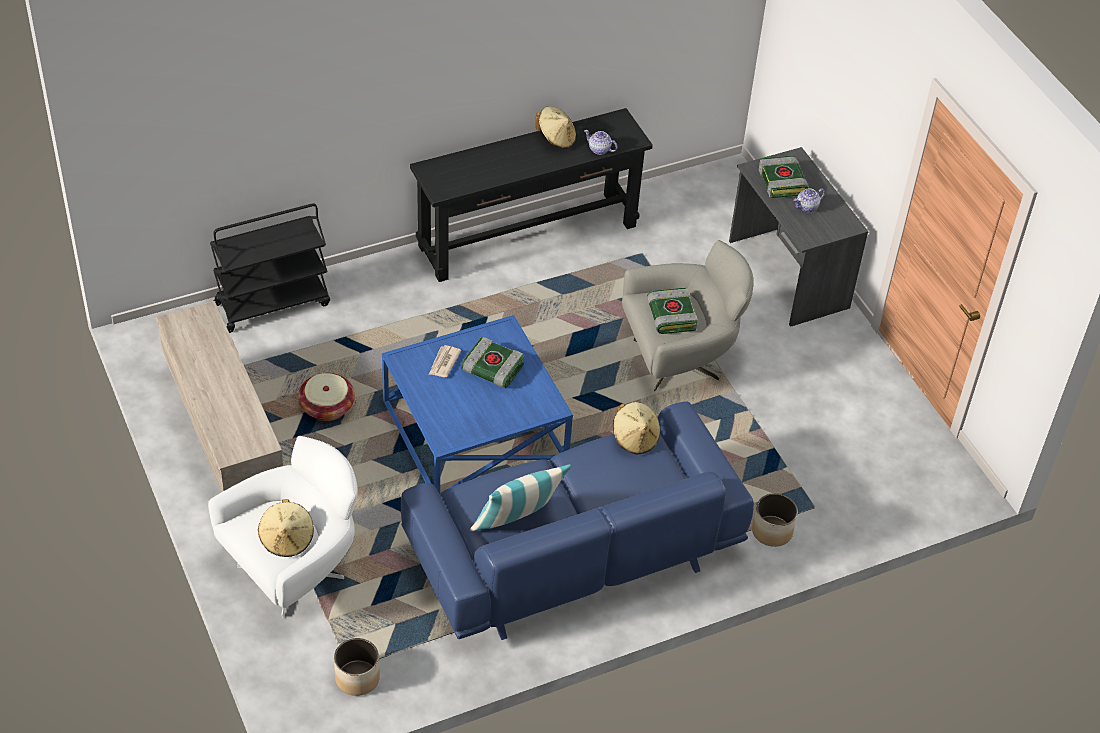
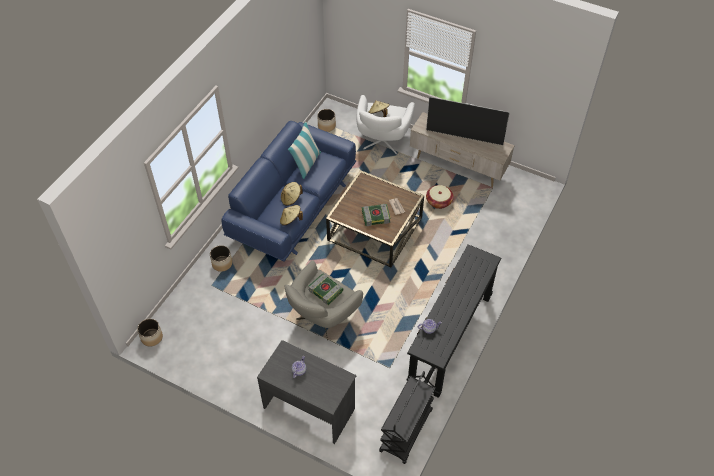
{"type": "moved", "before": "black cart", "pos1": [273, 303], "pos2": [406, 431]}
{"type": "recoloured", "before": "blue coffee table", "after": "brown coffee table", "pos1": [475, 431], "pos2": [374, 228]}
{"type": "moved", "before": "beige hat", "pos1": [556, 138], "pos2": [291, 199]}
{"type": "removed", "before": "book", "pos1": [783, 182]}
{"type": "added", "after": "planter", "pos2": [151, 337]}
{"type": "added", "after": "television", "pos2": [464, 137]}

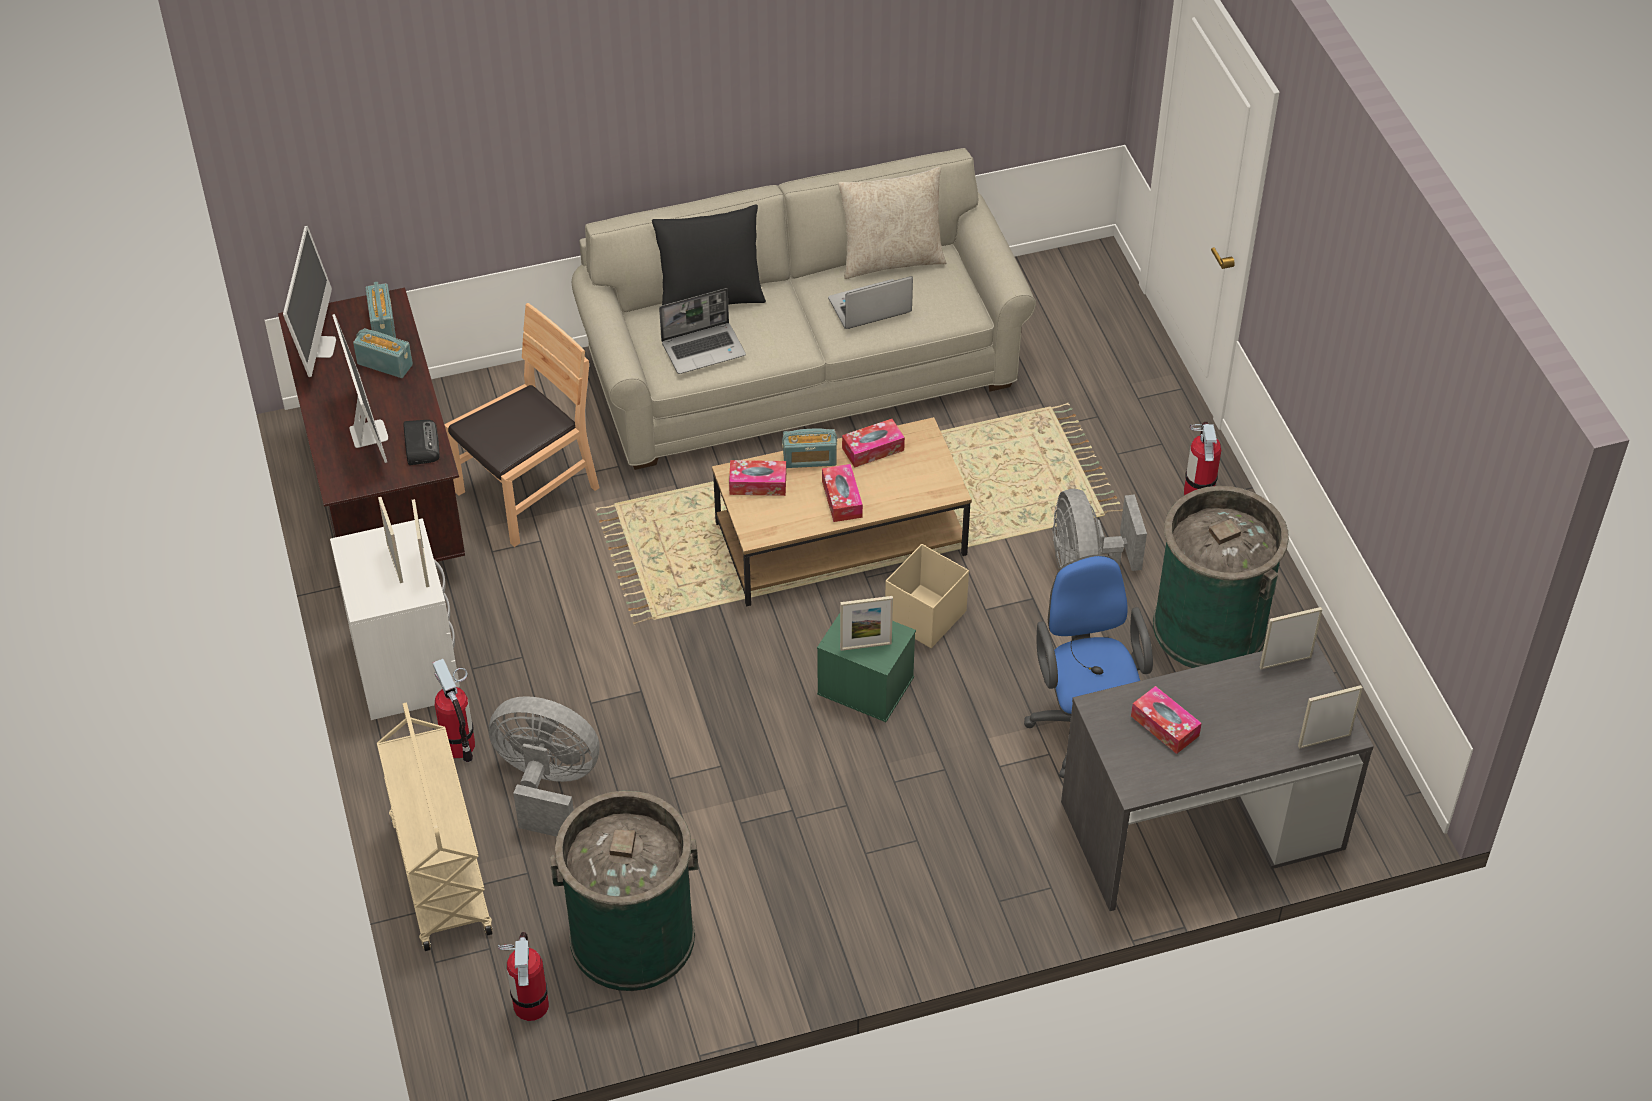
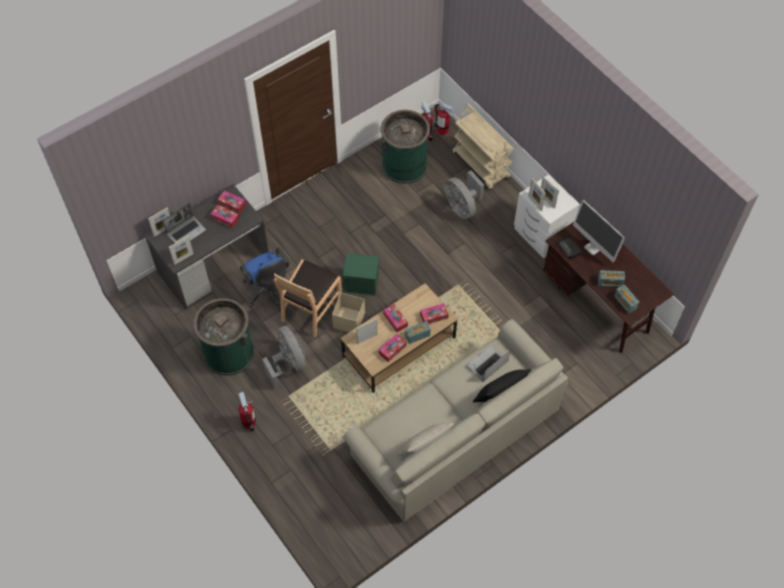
{"type": "removed", "before": "monitor", "pos1": [317, 346]}
{"type": "moved", "before": "fire extinguisher", "pos1": [459, 745], "pos2": [442, 130]}
{"type": "moved", "before": "brown chair", "pos1": [528, 492], "pos2": [311, 310]}
{"type": "turned", "before": "grey fan", "pos1": [547, 786], "pos2": [462, 207], "turn": 60}
{"type": "moved", "before": "laptop", "pos1": [869, 307], "pos2": [186, 231]}
{"type": "moved", "before": "picture frame", "pos1": [865, 646], "pos2": [367, 339]}
{"type": "added", "after": "tissue box", "pos2": [232, 204]}

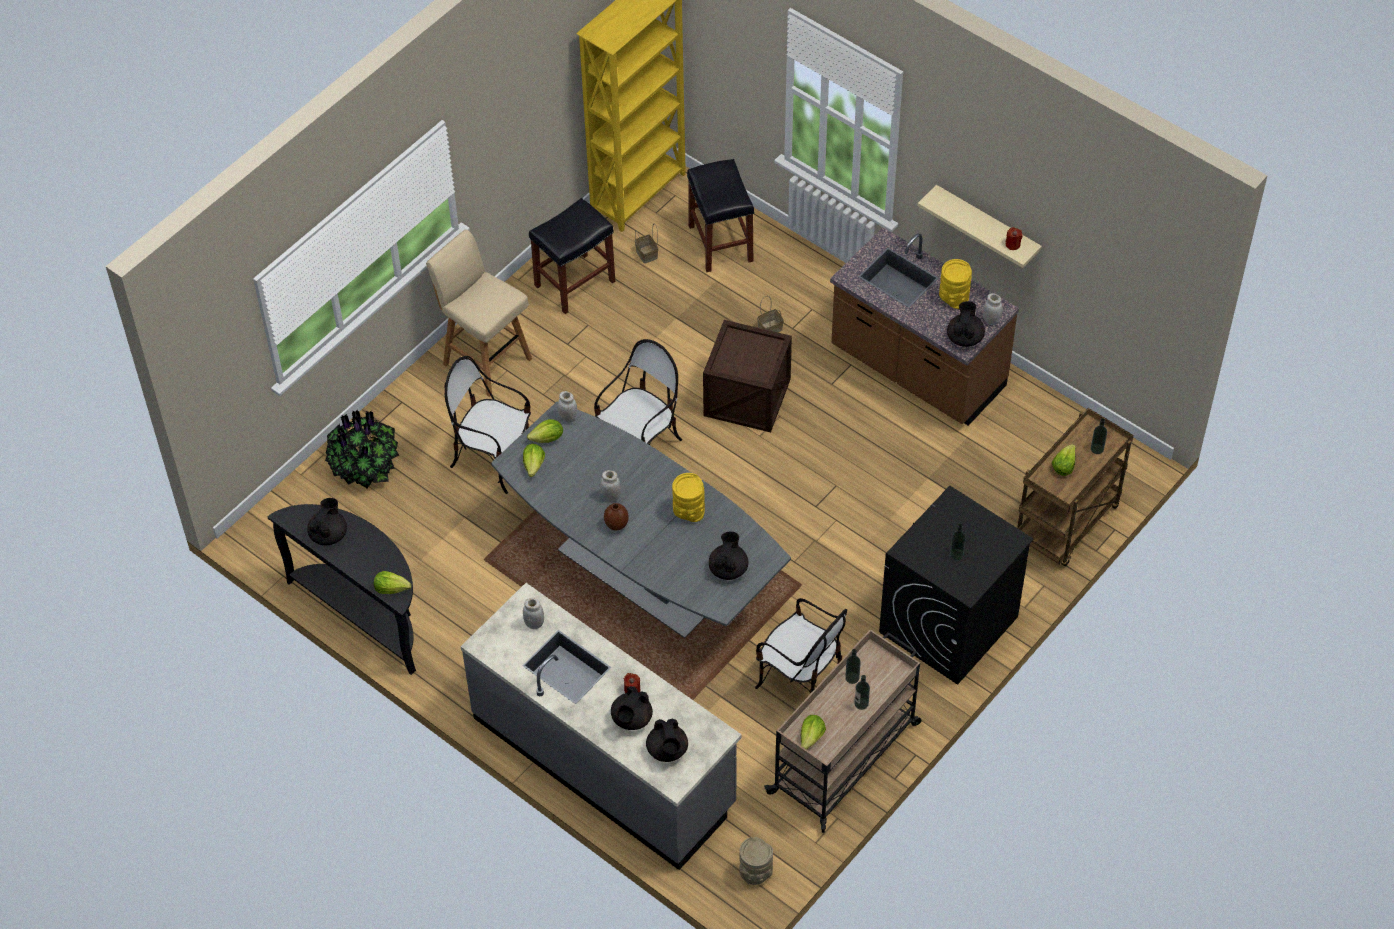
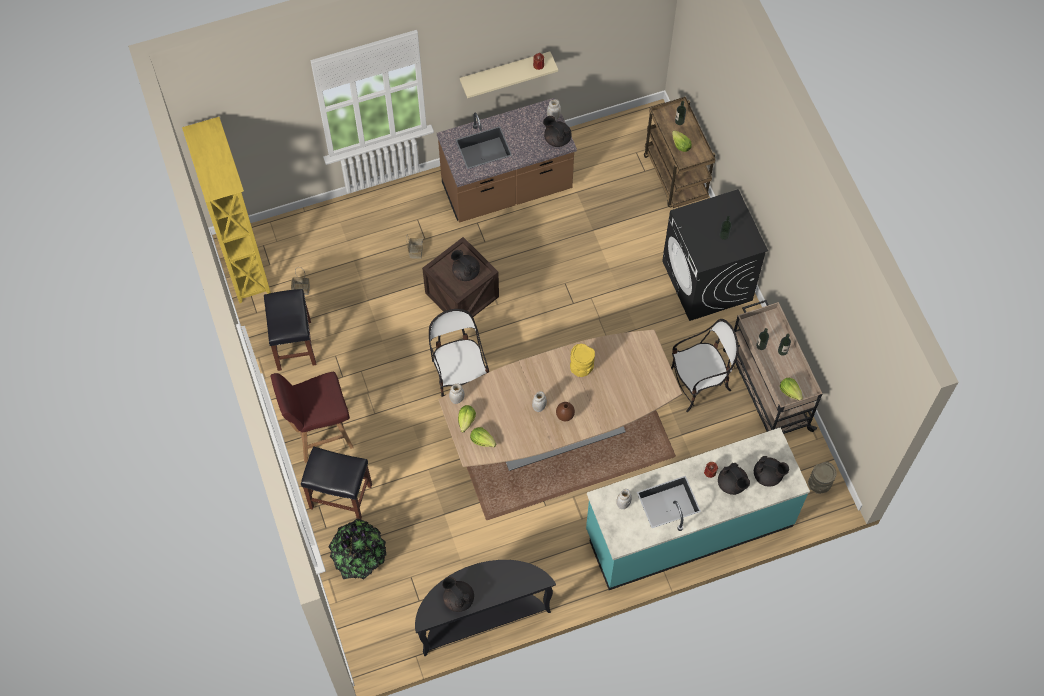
{"type": "removed", "before": "lettuce", "pos1": [391, 588]}
{"type": "recoloured", "before": "beige stool", "after": "red stool", "pos1": [486, 360], "pos2": [320, 434]}
{"type": "removed", "before": "chair", "pos1": [493, 460]}
{"type": "recoloured", "before": "grey counter", "after": "turquoise counter", "pos1": [604, 761], "pos2": [688, 527]}
{"type": "recoloured", "before": "grey dining table", "after": "brown dining table", "pos1": [641, 572], "pos2": [558, 430]}
{"type": "moved", "before": "black stool", "pos1": [720, 243], "pos2": [340, 496]}
{"type": "moved", "before": "black teapot", "pos1": [728, 568], "pos2": [465, 272]}
{"type": "removed", "before": "yellow vase", "pos1": [953, 298]}

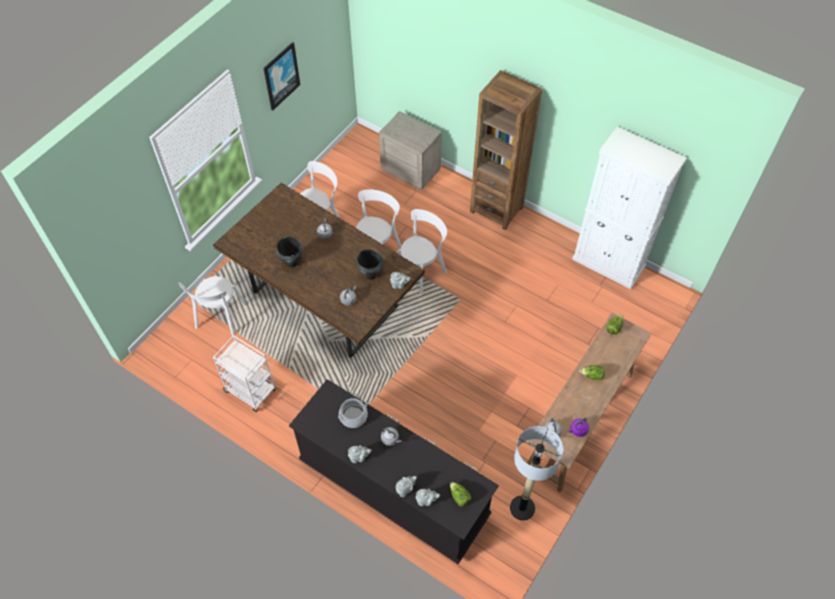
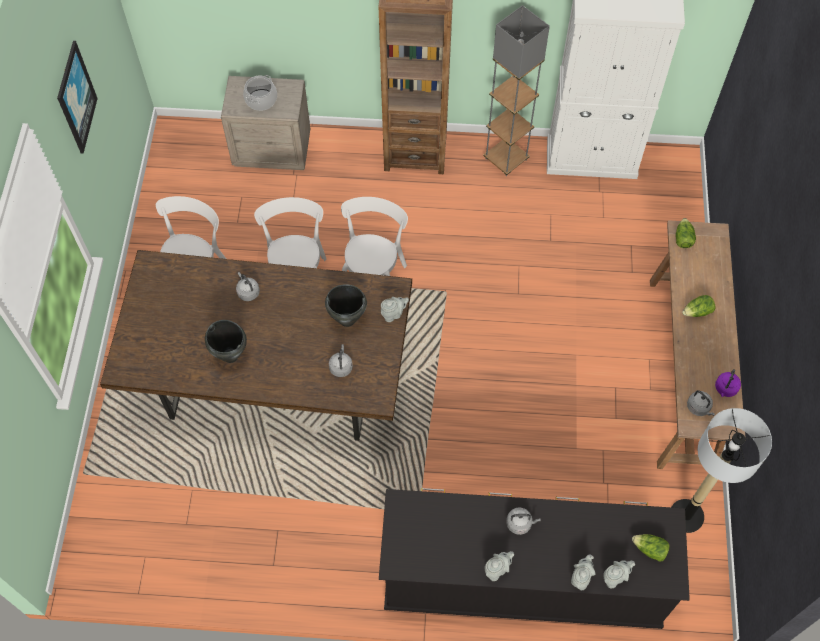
{"type": "removed", "before": "white chair", "pos1": [220, 318]}
{"type": "removed", "before": "white cart", "pos1": [251, 391]}
{"type": "moved", "before": "cooking pot", "pos1": [353, 417], "pos2": [261, 100]}
{"type": "added", "after": "grey floor lamp", "pos2": [506, 159]}

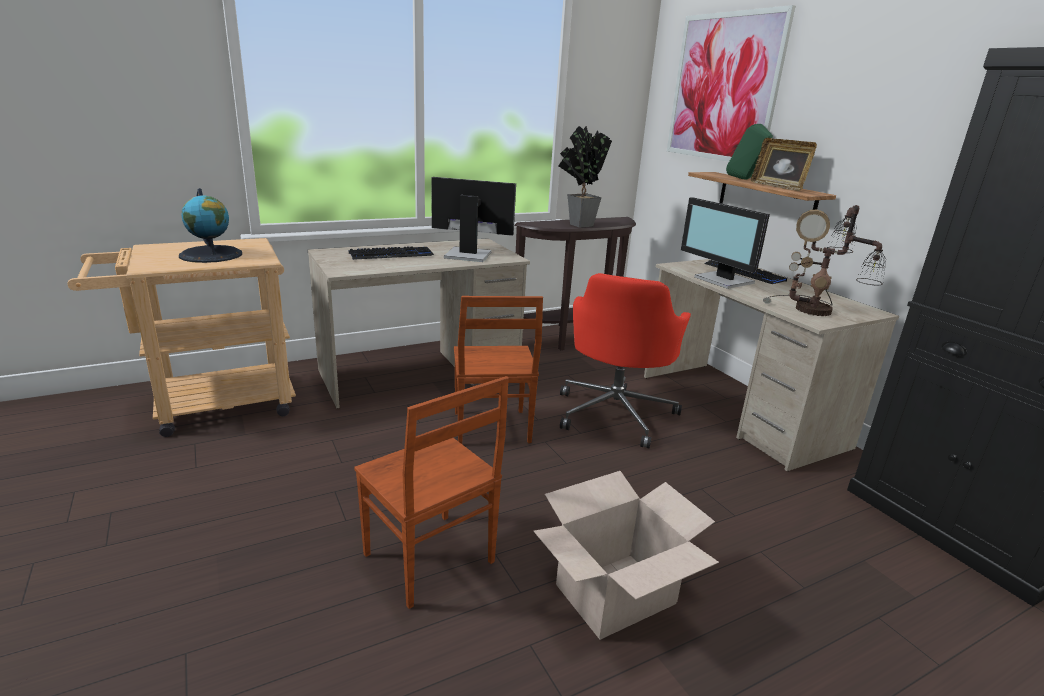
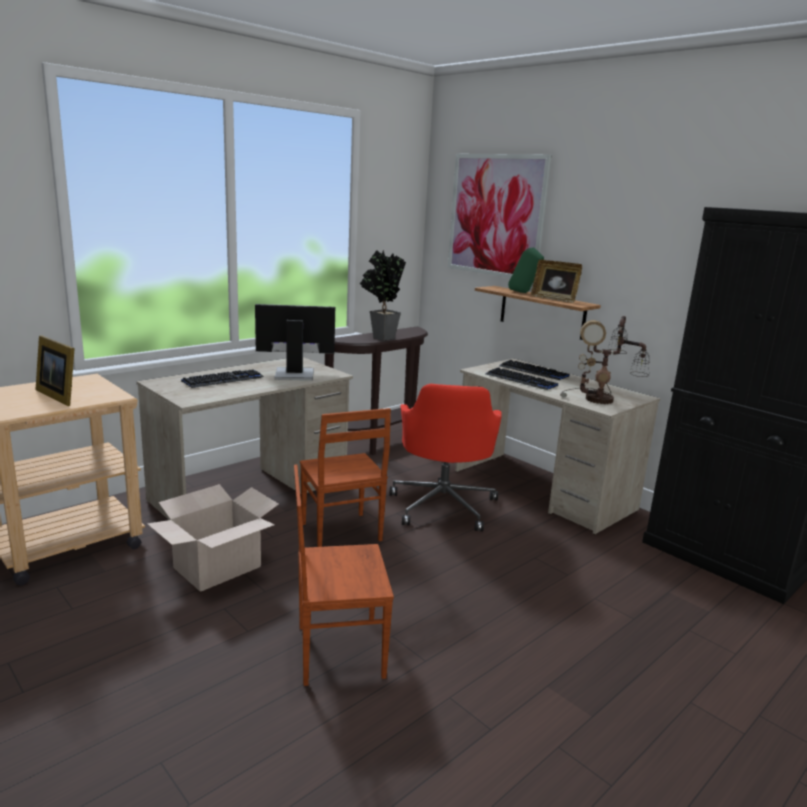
{"type": "replaced", "before": "globe", "after": "picture frame", "pos1": [211, 254], "pos2": [60, 395]}
{"type": "turned", "before": "brown chair", "pos1": [428, 560], "pos2": [338, 650], "turn": 135}
{"type": "moved", "before": "cardboard box", "pos1": [615, 593], "pos2": [217, 567]}
{"type": "replaced", "before": "monitor", "after": "keyboard", "pos1": [723, 280], "pos2": [521, 380]}

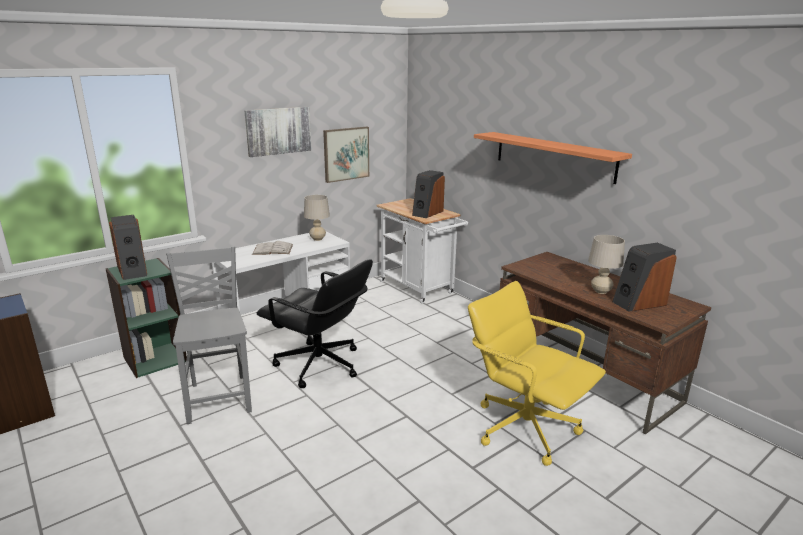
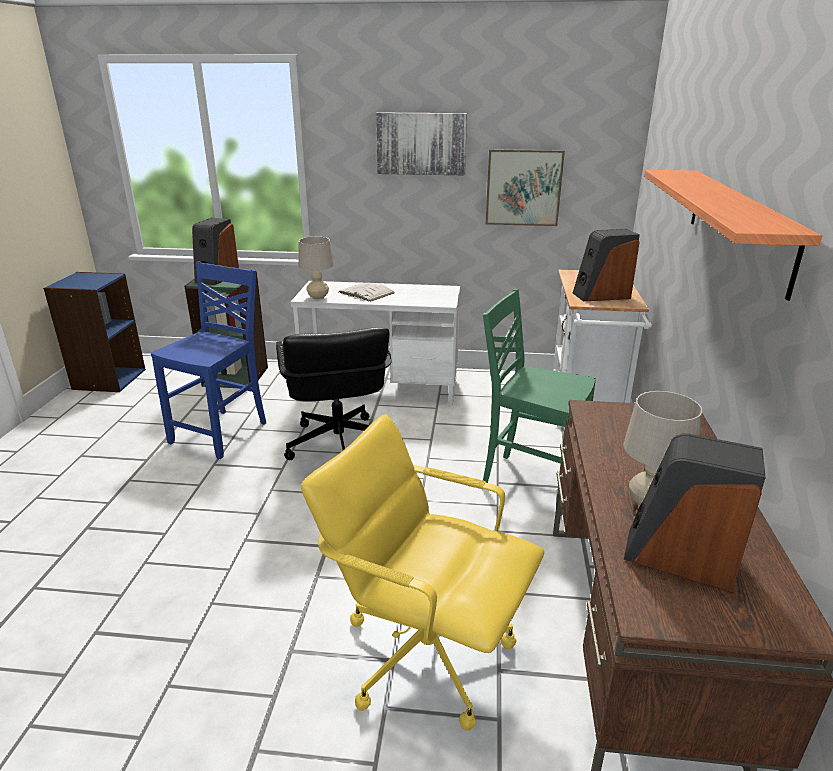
{"type": "recoloured", "before": "grey chair", "after": "blue chair", "pos1": [219, 397], "pos2": [222, 433]}
{"type": "moved", "before": "beige table lamp", "pos1": [318, 239], "pos2": [318, 297]}
{"type": "turned", "before": "yellow office chair", "pos1": [525, 427], "pos2": [425, 652], "turn": -60}
{"type": "added", "after": "green chair", "pos2": [530, 481]}

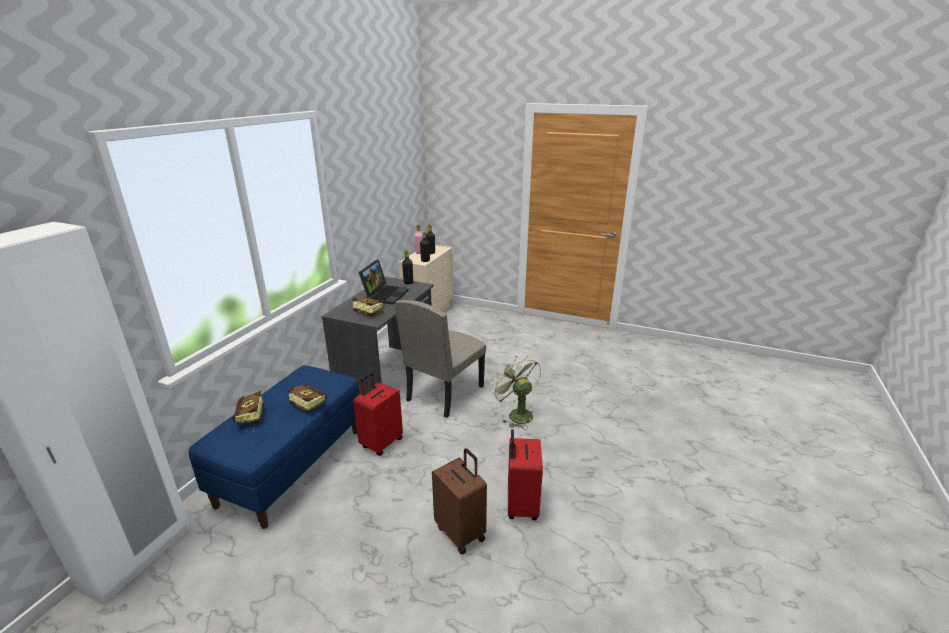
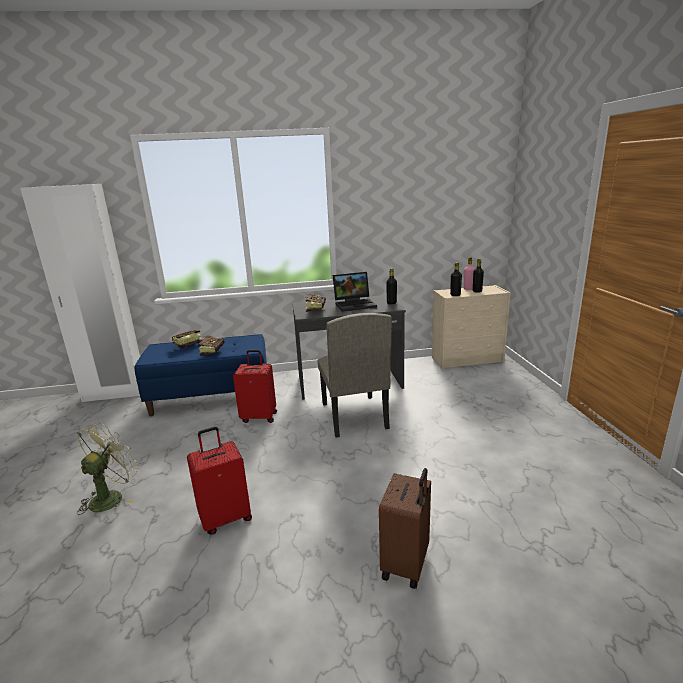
{"type": "turned", "before": "beige chair", "pos1": [444, 393], "pos2": [353, 416], "turn": -105}
{"type": "moved", "before": "brown suitcase", "pos1": [461, 532], "pos2": [407, 564]}
{"type": "moved", "before": "green fan", "pos1": [516, 414], "pos2": [111, 497]}

